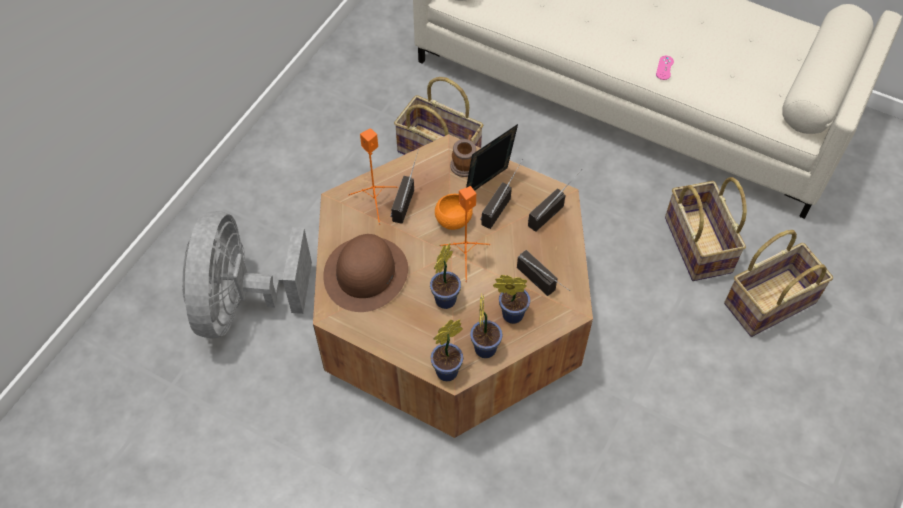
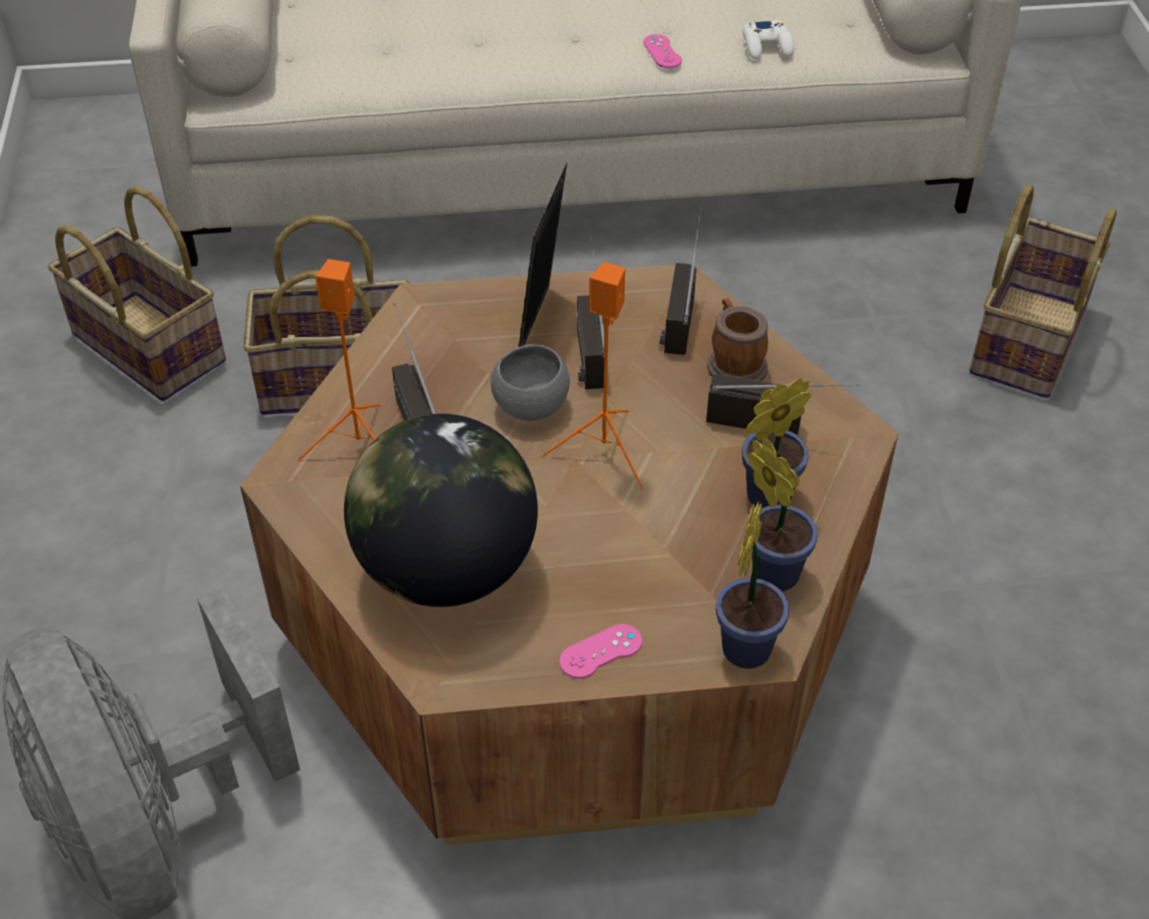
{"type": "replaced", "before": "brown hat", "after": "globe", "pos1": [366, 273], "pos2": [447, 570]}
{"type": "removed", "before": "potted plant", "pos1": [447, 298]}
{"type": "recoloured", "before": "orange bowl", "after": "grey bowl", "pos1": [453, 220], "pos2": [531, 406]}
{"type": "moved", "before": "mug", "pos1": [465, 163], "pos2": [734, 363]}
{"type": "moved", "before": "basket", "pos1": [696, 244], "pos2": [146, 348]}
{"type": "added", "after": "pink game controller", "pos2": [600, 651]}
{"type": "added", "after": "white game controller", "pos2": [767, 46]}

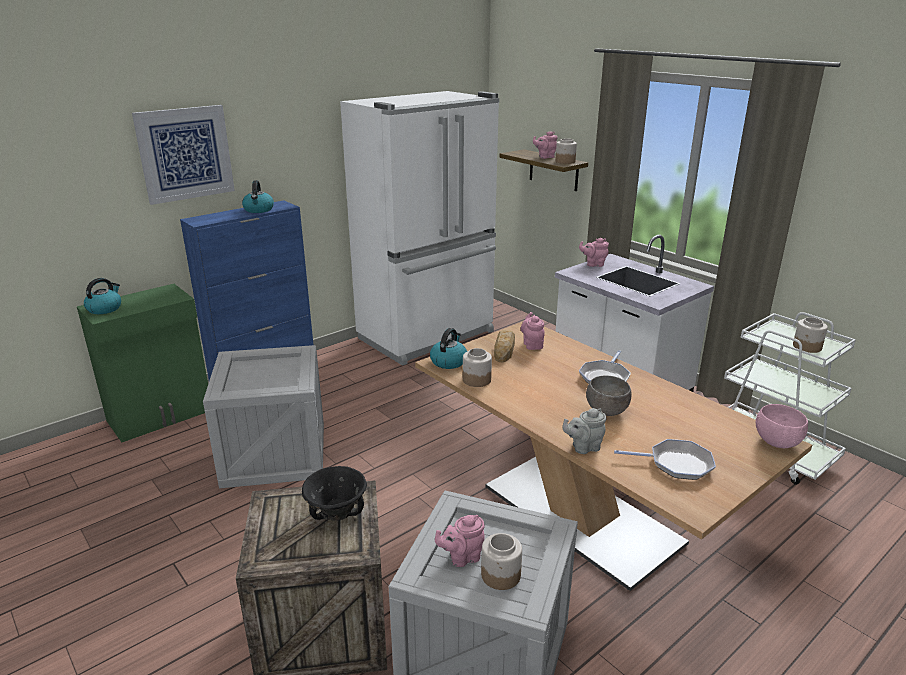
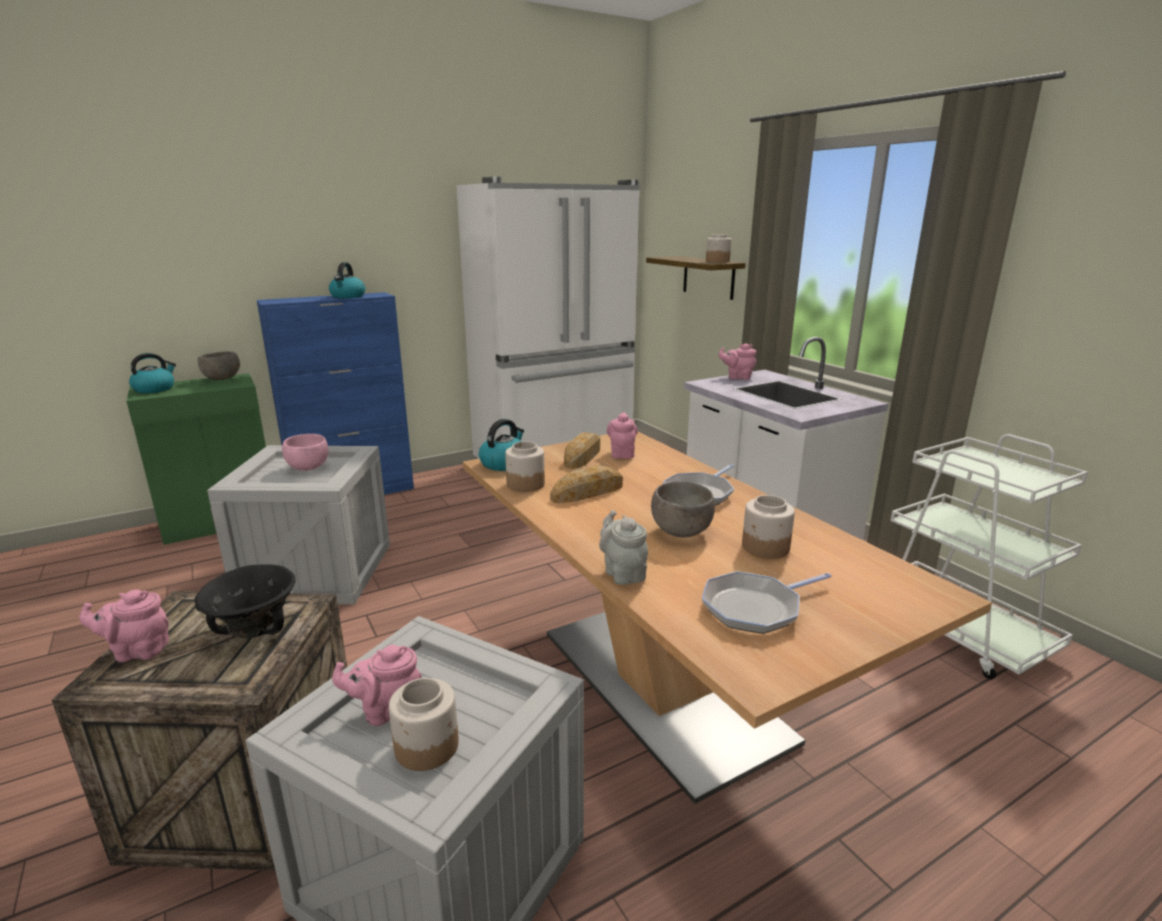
{"type": "removed", "before": "picture", "pos1": [185, 153]}
{"type": "moved", "before": "pink teapot", "pos1": [545, 157], "pos2": [138, 651]}
{"type": "turned", "before": "grey teapot", "pos1": [583, 447], "pos2": [623, 573], "turn": 75}
{"type": "turned", "before": "frying pan", "pos1": [676, 463], "pos2": [755, 608], "turn": 135}
{"type": "moved", "before": "pink bowl", "pos1": [777, 443], "pos2": [307, 468]}
{"type": "moved", "before": "jar", "pos1": [807, 347], "pos2": [765, 547]}
{"type": "added", "after": "grey bowl", "pos2": [222, 379]}
{"type": "added", "after": "bread", "pos2": [587, 492]}

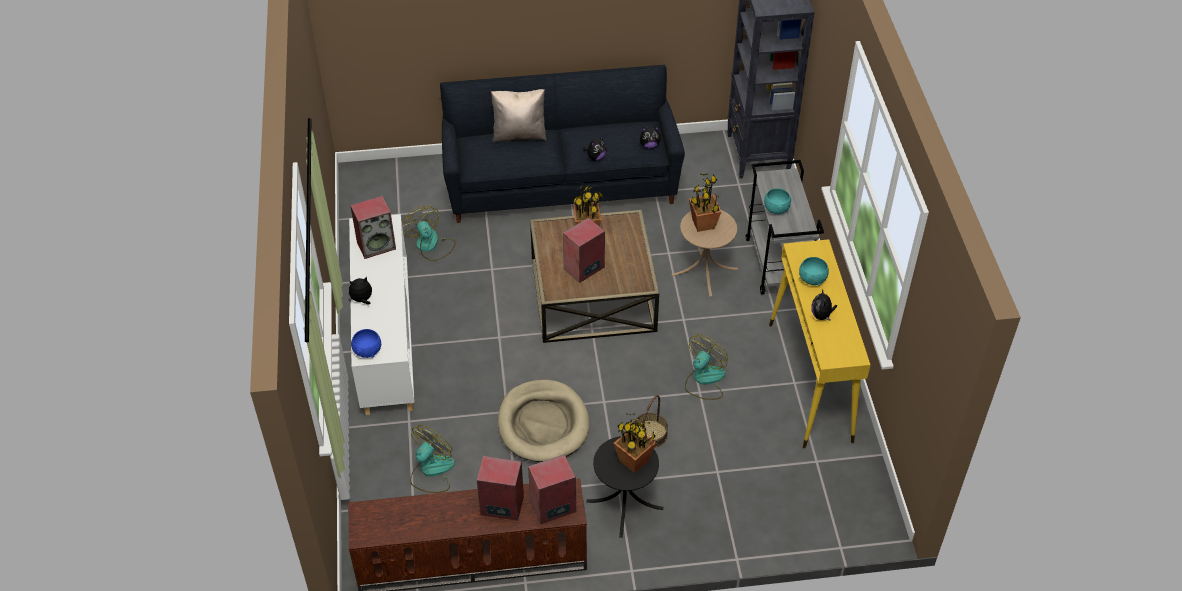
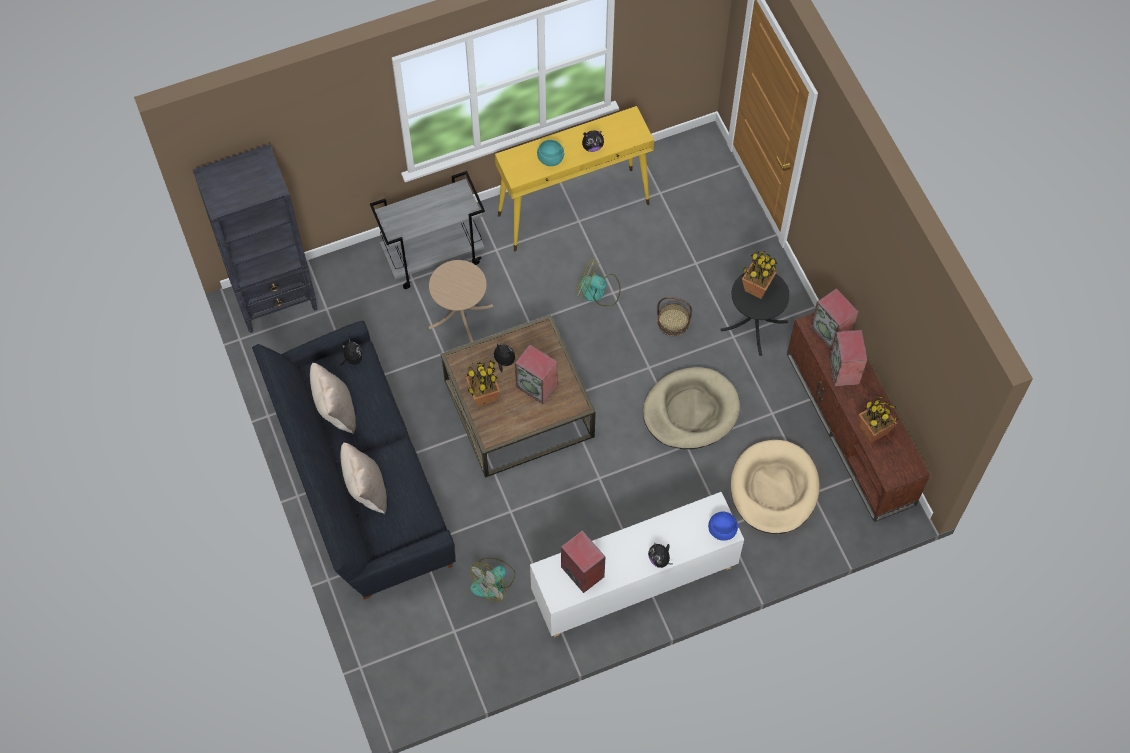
{"type": "replaced", "before": "fan", "after": "beige dog bed", "pos1": [431, 471], "pos2": [774, 489]}
{"type": "moved", "before": "plush toy", "pos1": [595, 157], "pos2": [503, 362]}
{"type": "moved", "before": "potted plant", "pos1": [703, 224], "pos2": [873, 430]}
{"type": "removed", "before": "turquoise bowl", "pos1": [776, 209]}
{"type": "added", "after": "beige pillow", "pos2": [335, 410]}

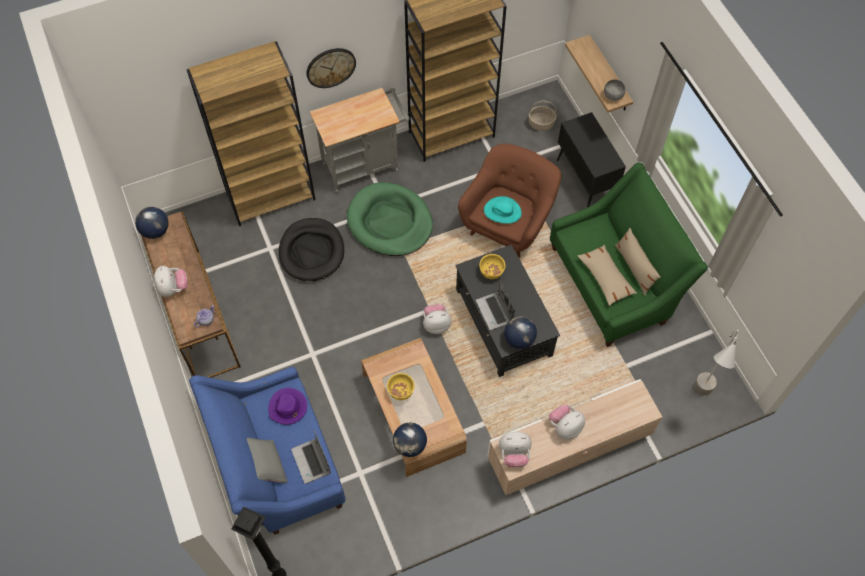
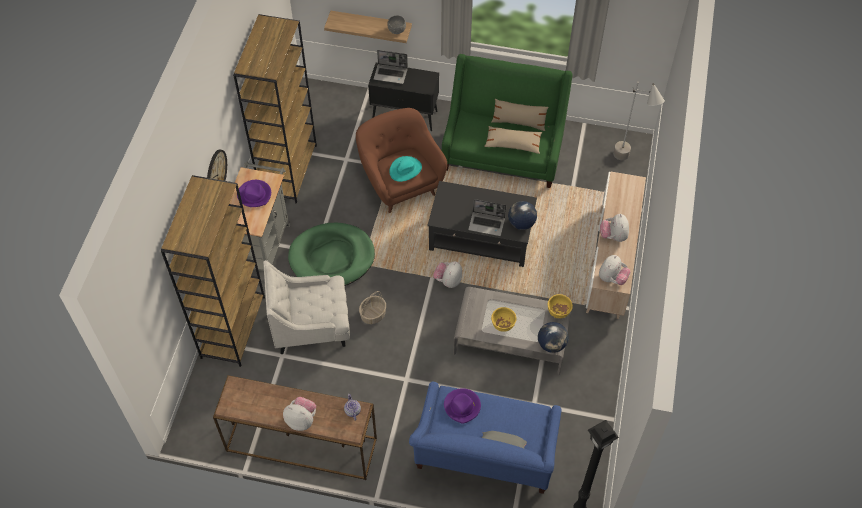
{"type": "removed", "before": "globe", "pos1": [155, 231]}
{"type": "replaced", "before": "black dog bed", "after": "white armchair", "pos1": [312, 251], "pos2": [312, 327]}
{"type": "moved", "before": "laptop", "pos1": [312, 461], "pos2": [391, 74]}
{"type": "recoloured", "before": "brown coffee table", "after": "grey coffee table", "pos1": [413, 413], "pos2": [511, 339]}
{"type": "moved", "before": "yellow bowl", "pos1": [491, 272], "pos2": [558, 312]}
{"type": "moved", "before": "basket", "pos1": [541, 123], "pos2": [373, 314]}
{"type": "added", "after": "purple hat", "pos2": [254, 195]}

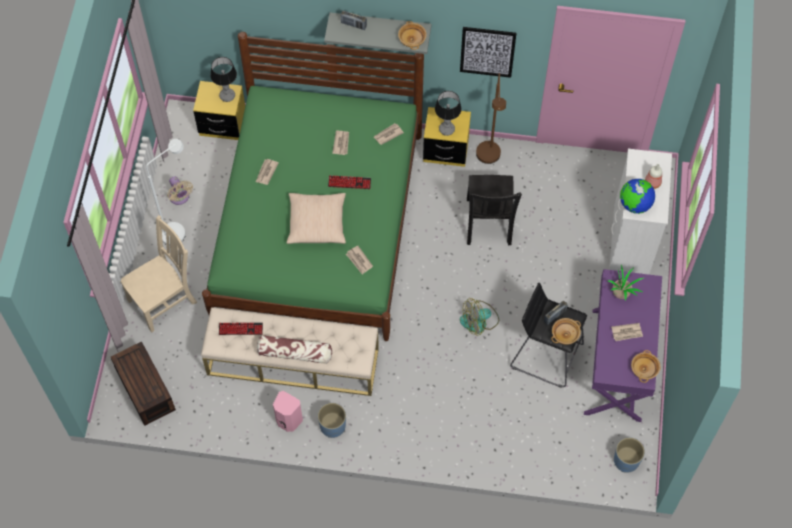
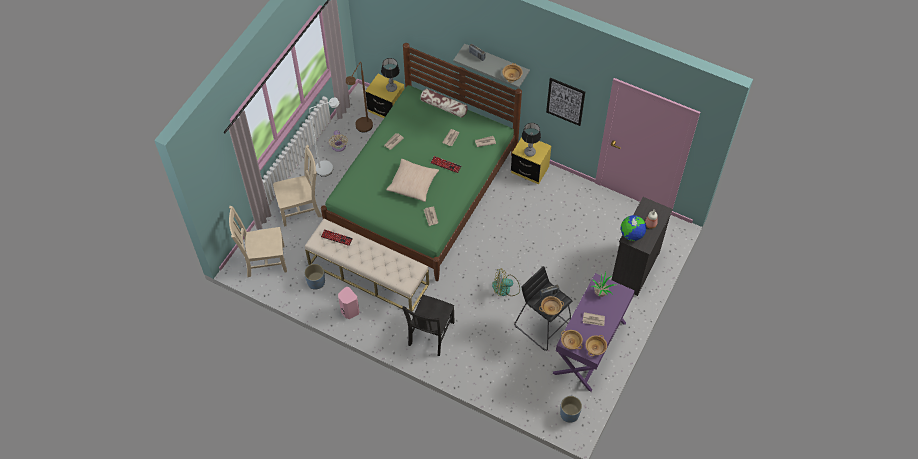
{"type": "replaced", "before": "brown storage box", "after": "beige chair", "pos1": [144, 389], "pos2": [264, 261]}
{"type": "moved", "before": "pillow", "pos1": [295, 353], "pos2": [444, 107]}
{"type": "moved", "before": "blue planter", "pos1": [332, 426], "pos2": [316, 282]}
{"type": "moved", "before": "black chair", "pos1": [488, 223], "pos2": [430, 335]}
{"type": "moved", "before": "brown floor lamp", "pos1": [489, 159], "pos2": [362, 129]}
{"type": "recoloured", "before": "white dresser", "after": "black dresser", "pos1": [630, 241], "pos2": [634, 268]}
{"type": "added", "after": "beige bowl", "pos2": [571, 342]}

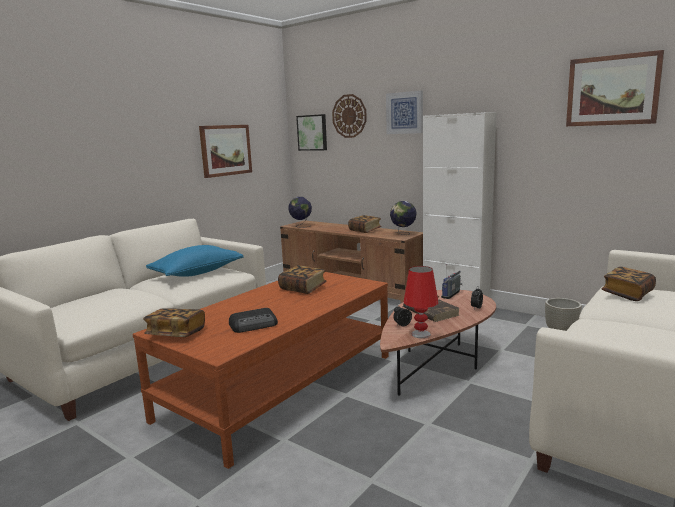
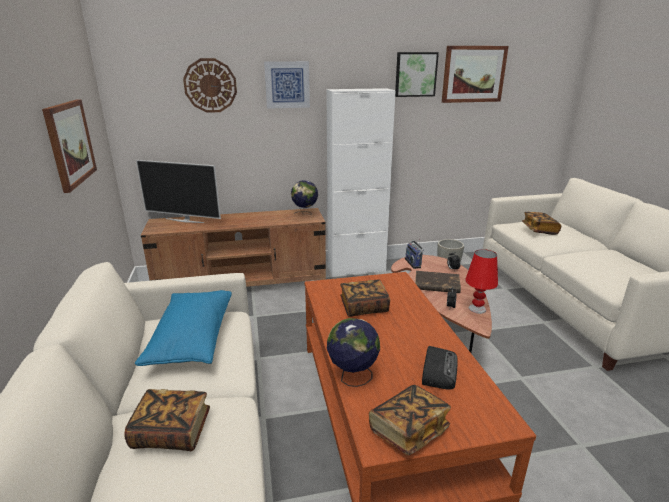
{"type": "moved", "before": "globe", "pos1": [301, 226], "pos2": [352, 378]}
{"type": "moved", "before": "picture", "pos1": [312, 132], "pos2": [415, 74]}
{"type": "moved", "before": "book", "pos1": [365, 230], "pos2": [172, 432]}
{"type": "added", "after": "television", "pos2": [185, 220]}

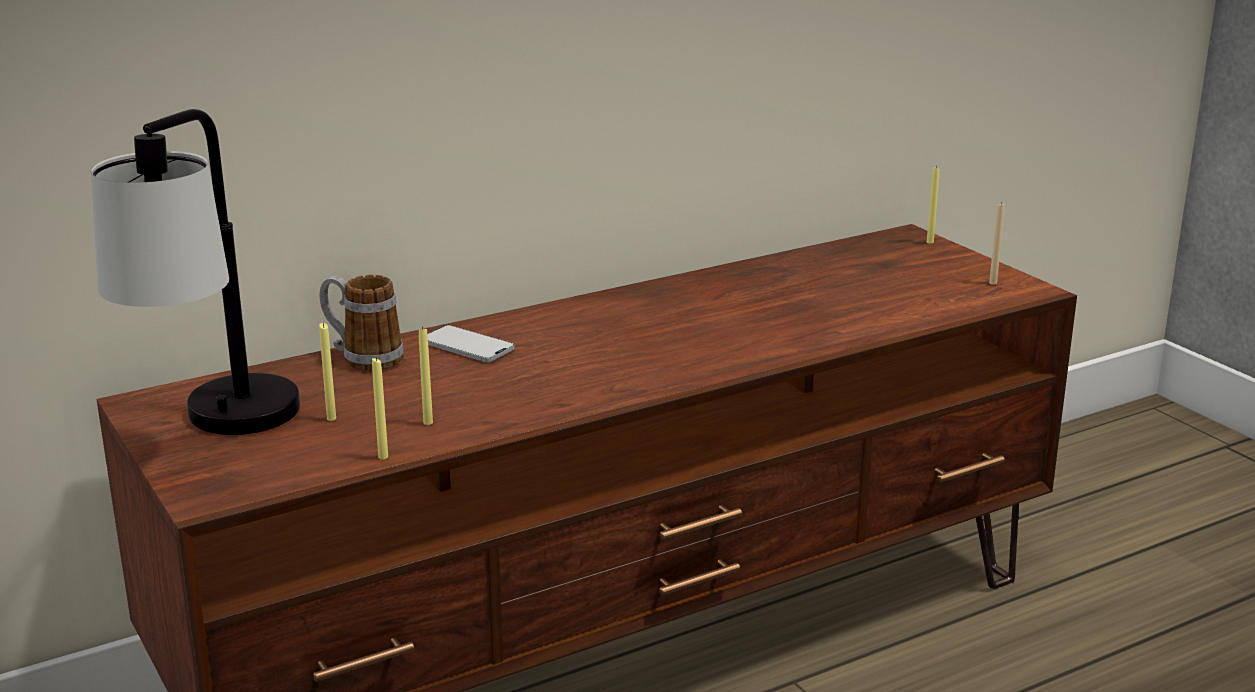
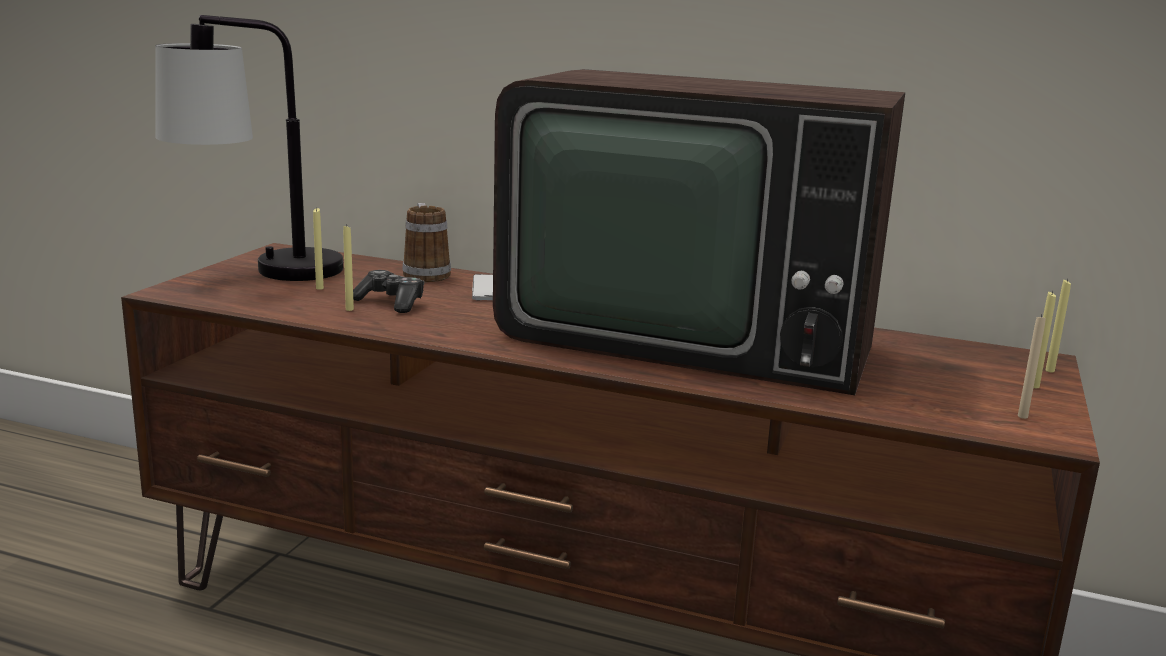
{"type": "moved", "before": "yellow candle", "pos1": [383, 457], "pos2": [1034, 386]}
{"type": "added", "after": "game controller", "pos2": [390, 302]}
{"type": "added", "after": "television", "pos2": [686, 333]}

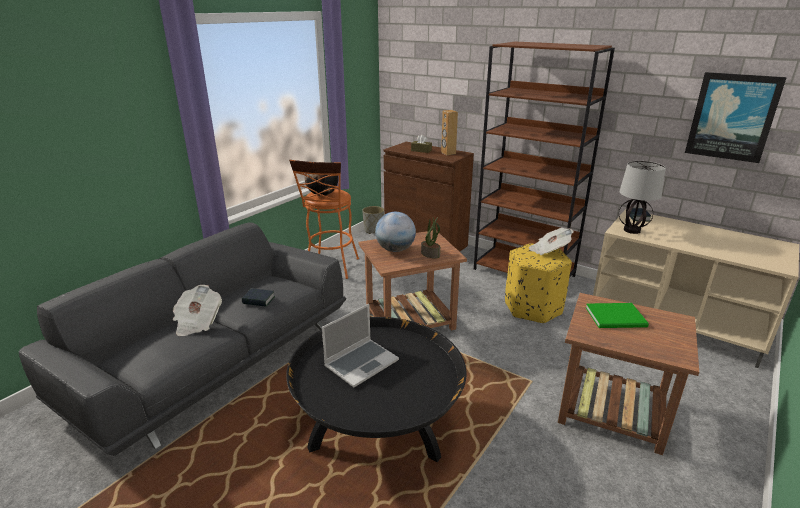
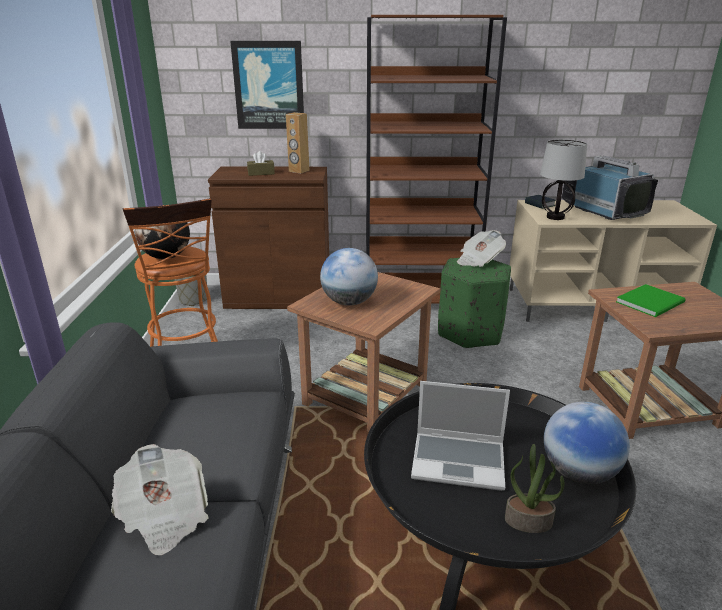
{"type": "removed", "before": "book", "pos1": [258, 300]}
{"type": "turned", "before": "laptop", "pos1": [361, 363], "pos2": [459, 461], "turn": 90}
{"type": "moved", "before": "potted plant", "pos1": [431, 254], "pos2": [528, 521]}
{"type": "recoloured", "before": "yellow ottoman", "after": "green ottoman", "pos1": [533, 308], "pos2": [471, 332]}
{"type": "moved", "before": "picture", "pos1": [732, 117], "pos2": [269, 85]}
{"type": "added", "after": "globe", "pos2": [578, 472]}
{"type": "added", "after": "television", "pos2": [602, 211]}

